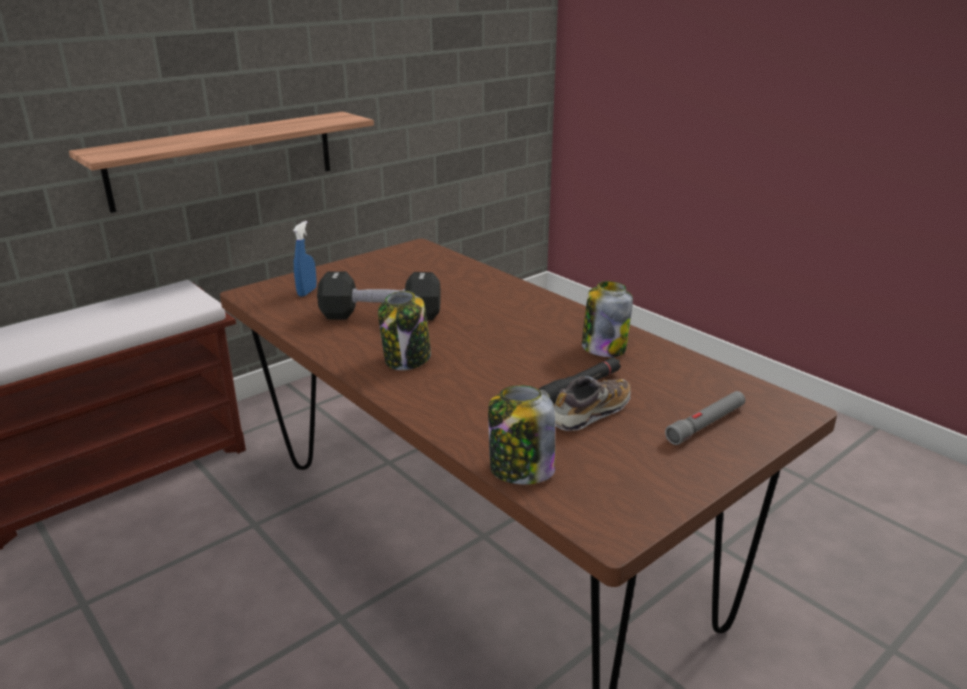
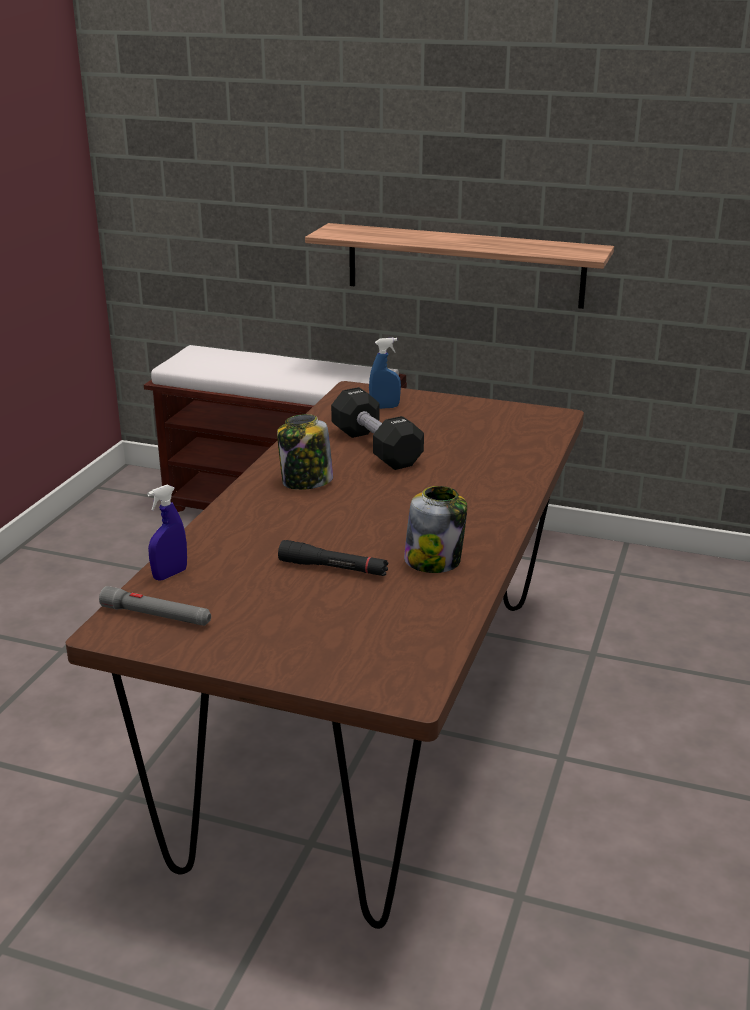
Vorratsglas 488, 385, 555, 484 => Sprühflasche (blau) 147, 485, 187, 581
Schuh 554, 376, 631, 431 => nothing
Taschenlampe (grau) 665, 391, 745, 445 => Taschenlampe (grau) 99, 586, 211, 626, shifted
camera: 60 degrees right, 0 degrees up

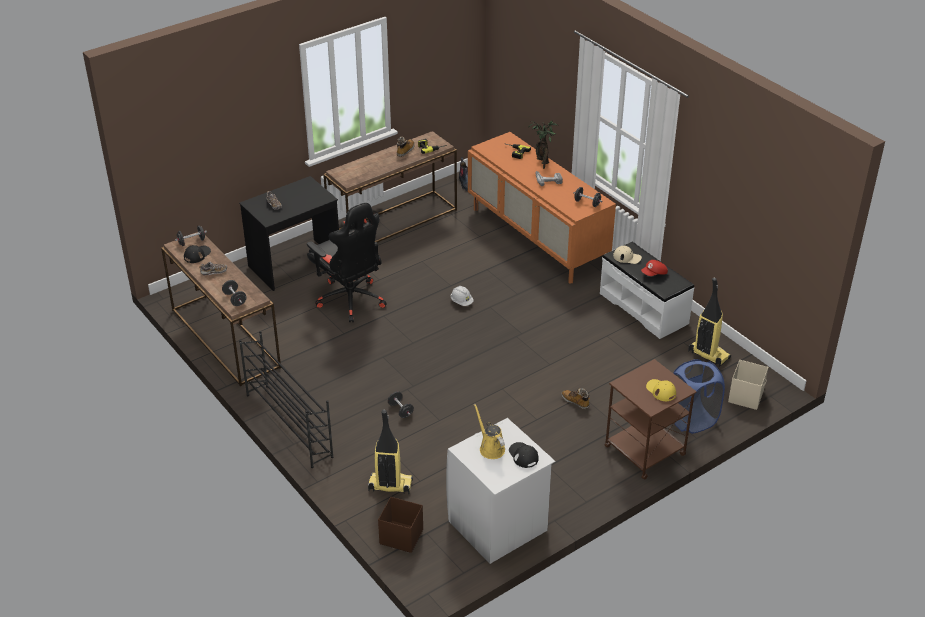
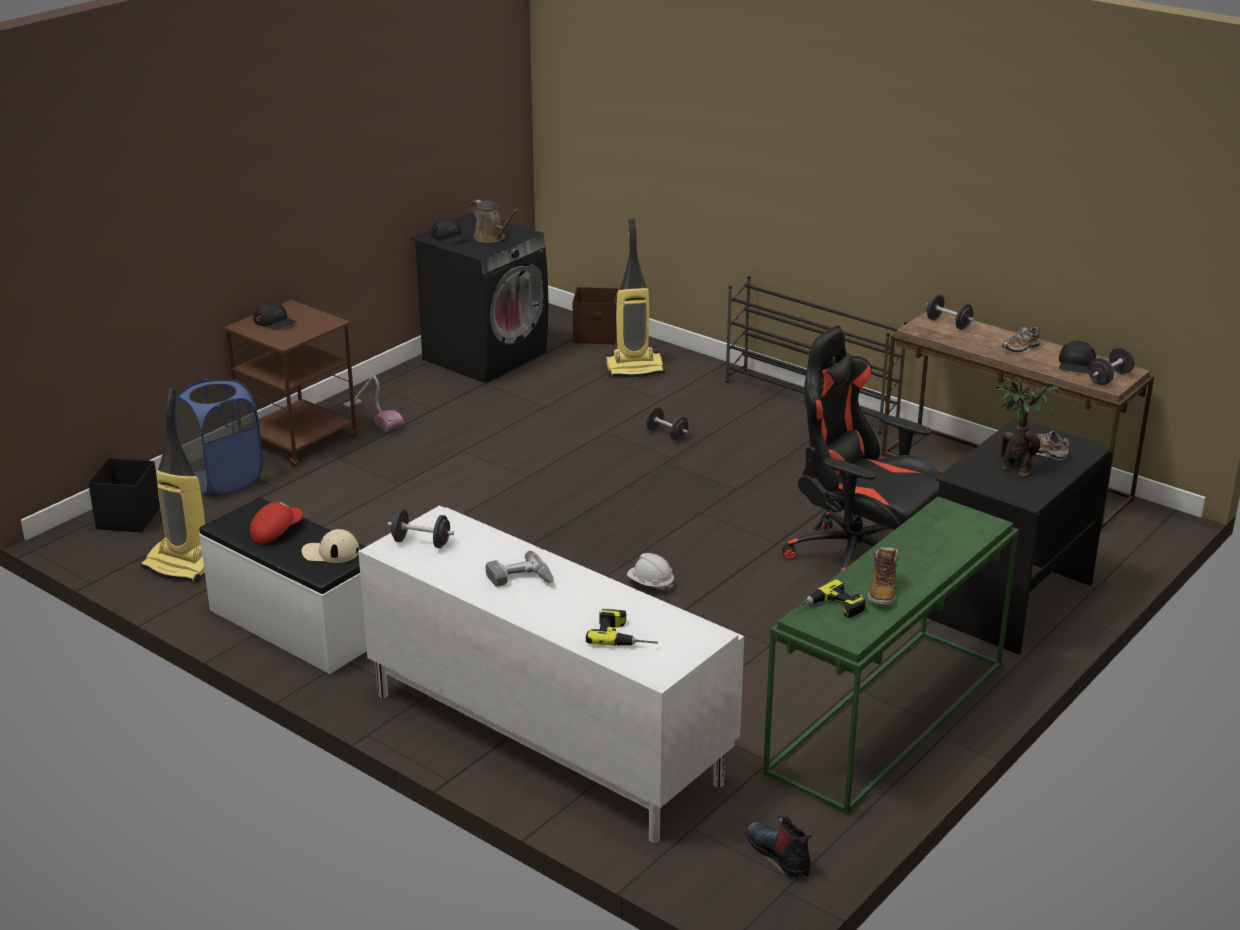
Konsolentisch (braun) 323, 131, 457, 243 => Konsolentisch (grün) 763, 497, 1019, 815
Waschmaschine (weiß) 446, 418, 555, 564 => Waschmaschine (schwarz) 410, 213, 548, 383
Schrank (orange) 468, 132, 616, 283 => Schrank (weiß) 359, 505, 744, 843
Gießkanne (gelb) 474, 404, 505, 459 => Gießkanne (braun) 471, 200, 519, 243
Topfpflanze 529, 121, 558, 169 => Topfpflanze 994, 377, 1059, 477, shifted
Stiefel 561, 388, 590, 409 => nothing
Kappe (gelb) 646, 379, 676, 401 => Kappe (schwarz) 253, 301, 297, 330
Aufbewahrungsbox (beige) 728, 360, 768, 410 => Aufbewahrungsbox (schwarz) 88, 458, 160, 532
nothing => Staubsauger 343, 375, 404, 432
camera: 165 degrees right, 10 degrees down

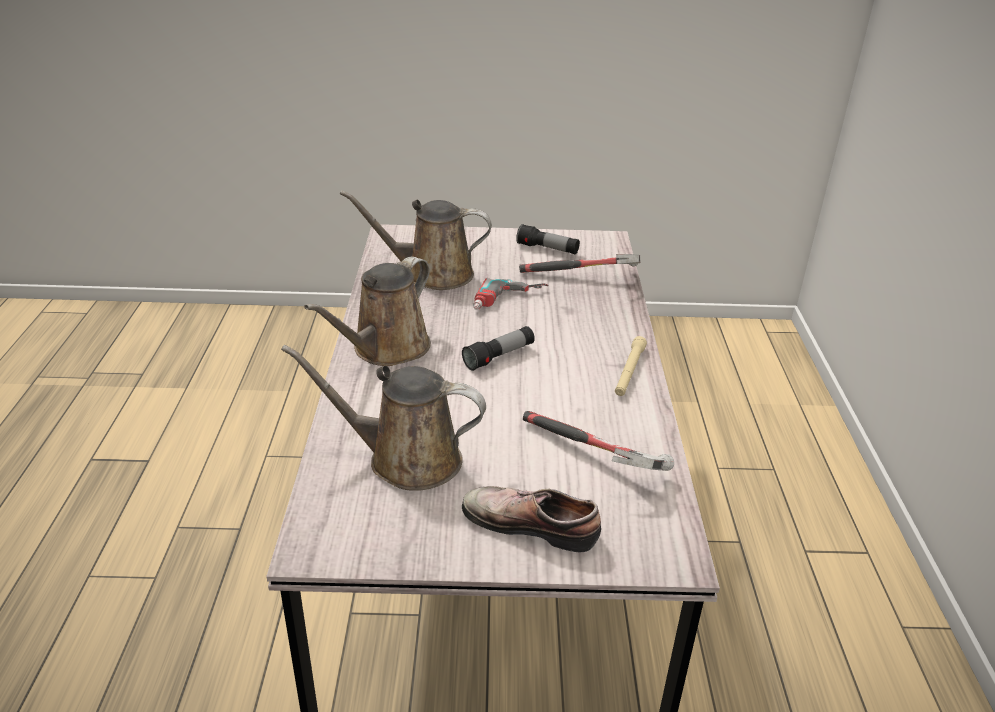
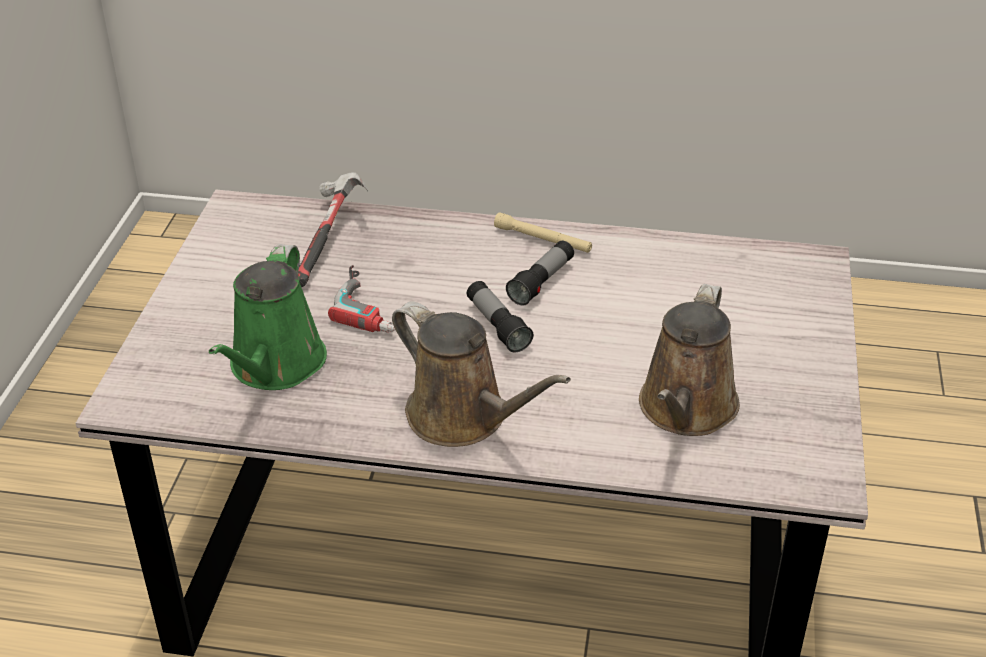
Gießkanne (braun) 340, 190, 492, 290 => Gießkanne (grün) 209, 244, 327, 390
Schuh 462, 486, 601, 552 => nothing
Taschenlampe 516, 224, 580, 254 => Taschenlampe 506, 241, 574, 306, shifted
Hammer 523, 411, 674, 471 => nothing
camera: 80 degrees left, 5 degrees up

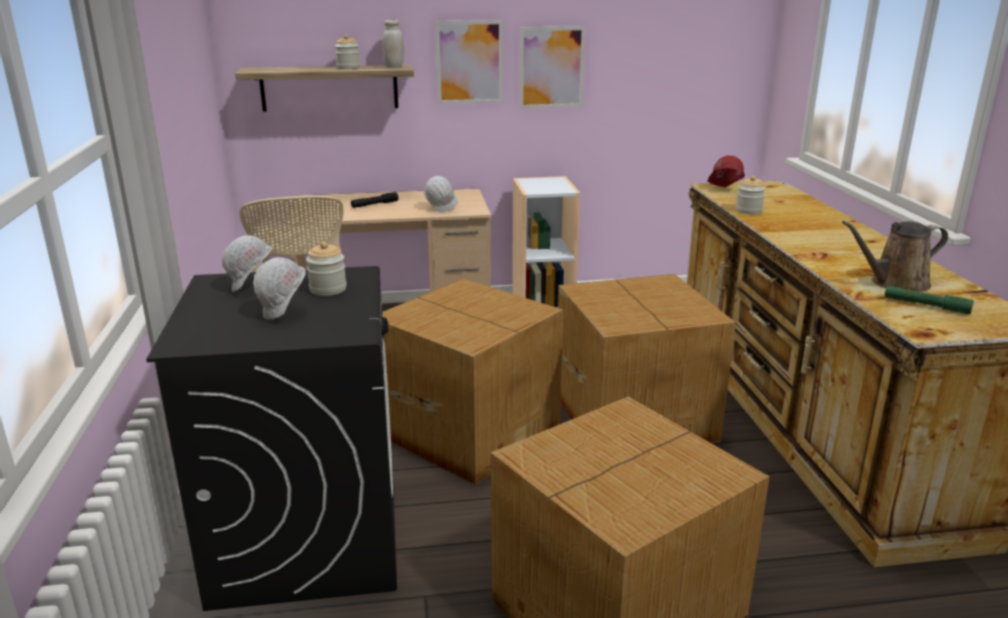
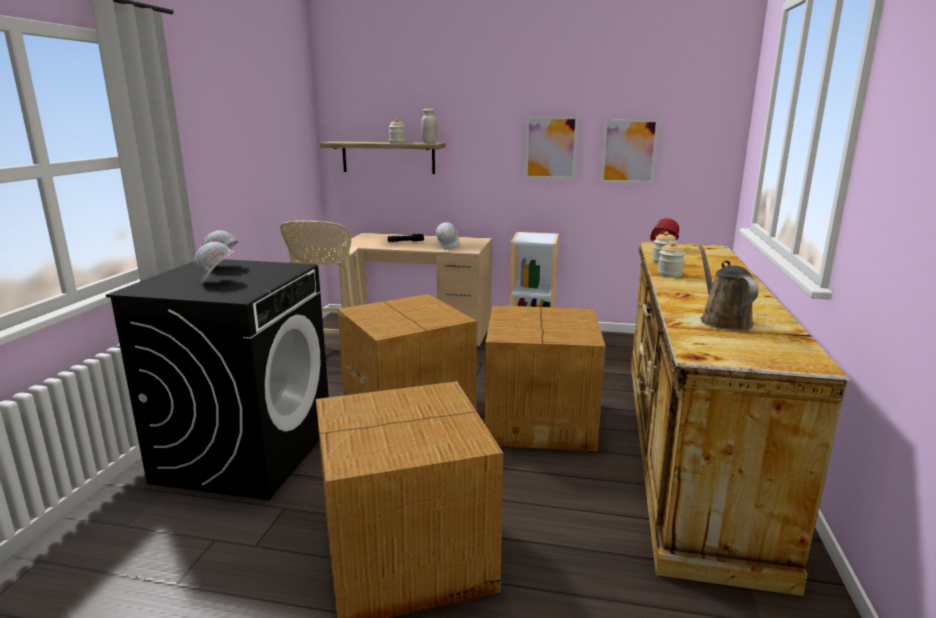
Vorratsglas 306, 242, 347, 296 => Vorratsglas 657, 242, 685, 277, shifted
Bild 435, 20, 503, 104 => Bild 601, 119, 659, 184, shifted
Gießkanne (braun) 842, 221, 948, 292 => Gießkanne (braun) 698, 244, 759, 331, 75 degrees clockwise
Taschenlampe (grün) 885, 286, 974, 314 => nothing
camera: 20 degrees right, 5 degrees down

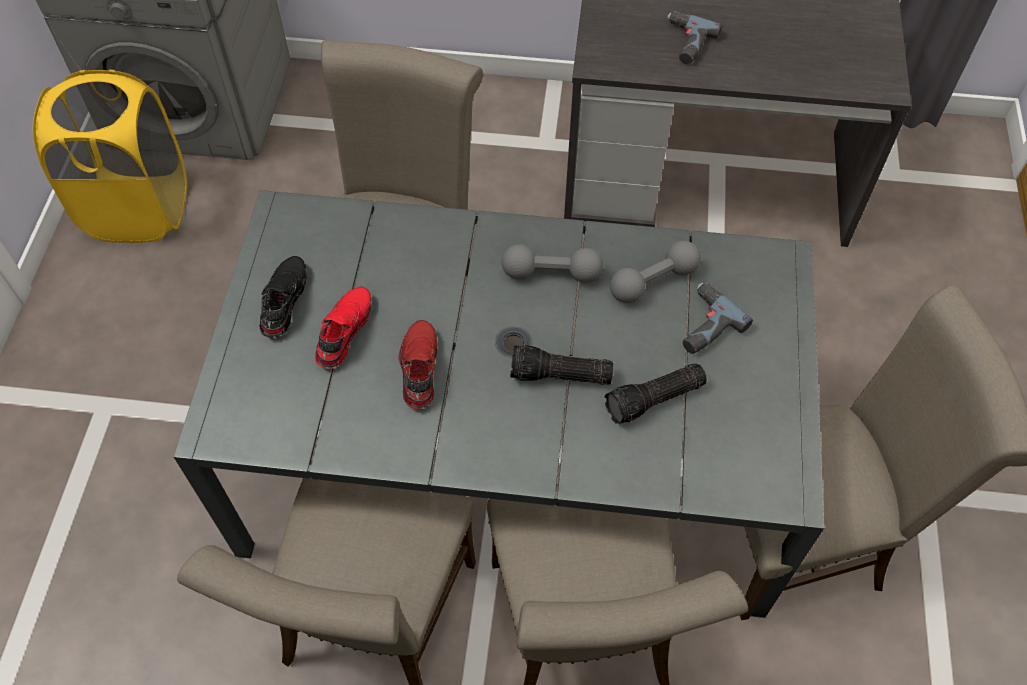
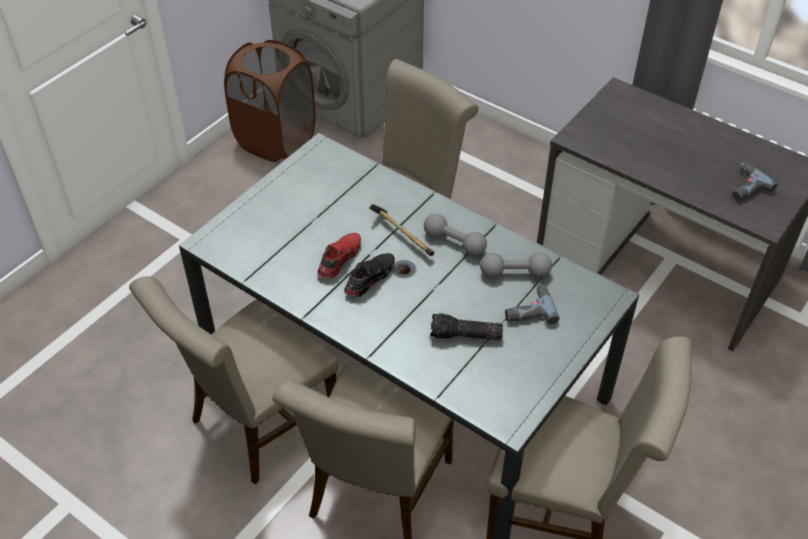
Wäschekorb (gelb) 33, 69, 187, 243 => Wäschekorb (braun) 224, 40, 316, 162
Schuh (schwarz) 260, 256, 307, 338 => Schuh (schwarz) 344, 253, 395, 298, shifted
Schuh (rot) 315, 286, 372, 369 => nothing
Taschenlampe 510, 345, 614, 385 => nothing
Bohrmaschine 667, 11, 722, 64 => Bohrmaschine 732, 163, 778, 201, shifted
nothing => Hammer 369, 204, 434, 256
camera: 30 degrees right, 10 degrees down

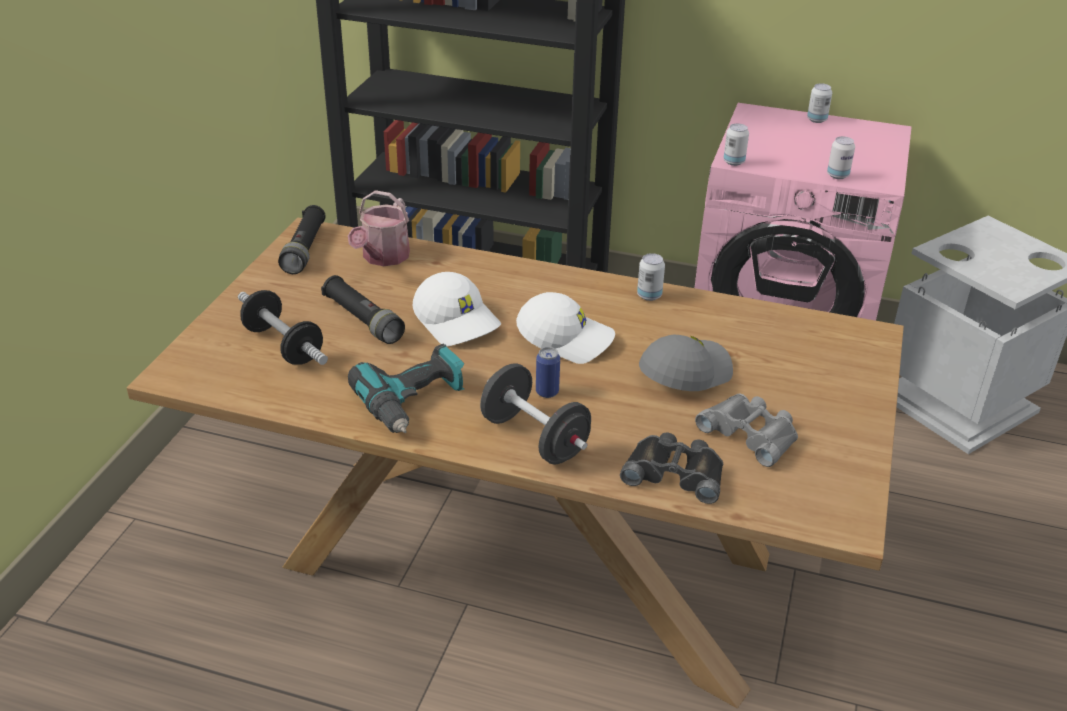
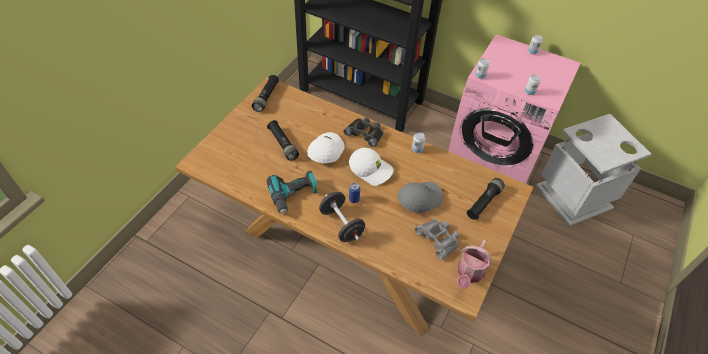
Hantel 238, 290, 328, 365 => nothing
Gießkanne 348, 190, 410, 266 => Gießkanne 457, 240, 492, 289, shifted
Kappe (weiß) 413, 272, 501, 346 => Kappe (weiß) 307, 132, 345, 163, 135 degrees counterclockwise
Fernglas (schwarz) 620, 432, 723, 504 => Fernglas (schwarz) 343, 118, 383, 147, shifted
nothing => Taschenlampe (schwarz) 467, 178, 505, 220
camera: 10 degrees right, 15 degrees up

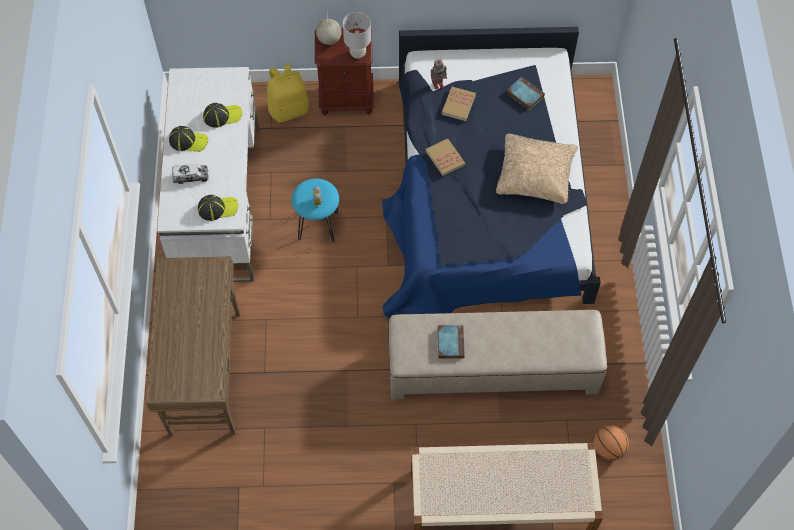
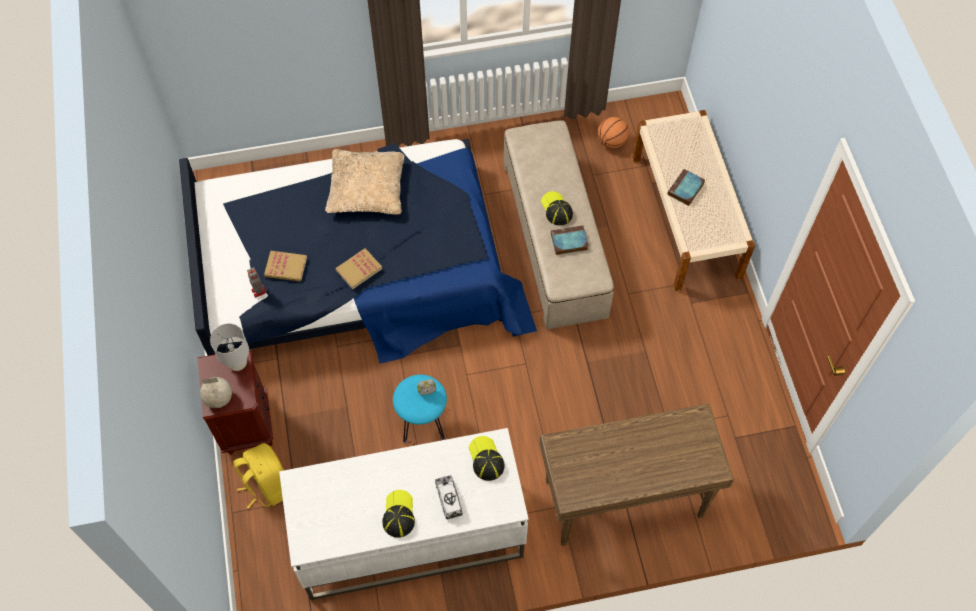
Kappe 203, 103, 242, 128 => Kappe 541, 191, 573, 225, shifted
Buch 506, 77, 545, 110 => Buch 667, 169, 705, 206, shifted
camera: 100 degrees left, 0 degrees up

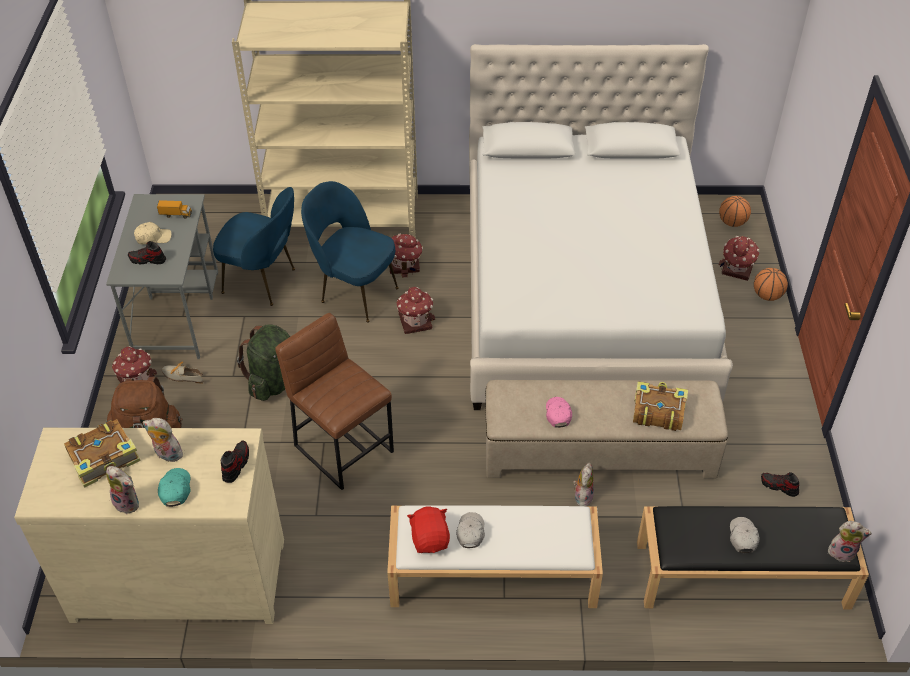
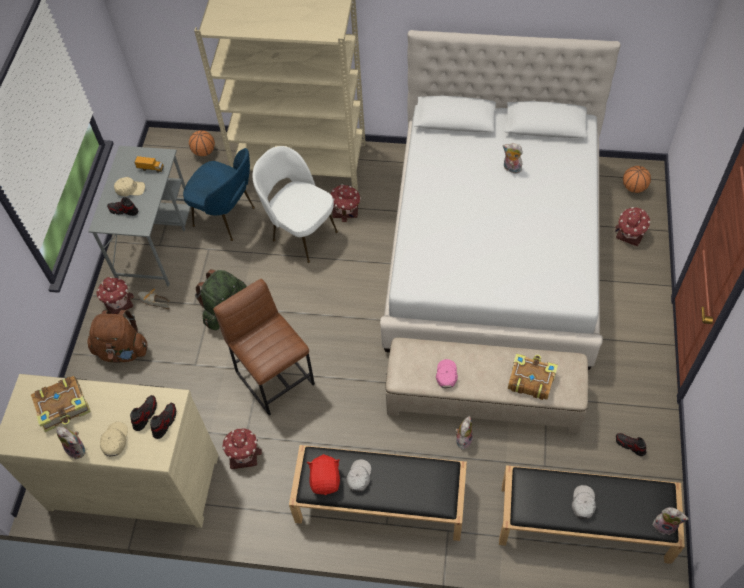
Plüschtier 143, 418, 183, 462 => Plüschtier 503, 143, 523, 174, shifted
Kappe (türkis) 158, 468, 190, 507 => Kappe (beige) 100, 422, 128, 456
Stuhl (blau) 301, 181, 399, 323 => Stuhl (weiß) 252, 146, 338, 263
Bank (weiß) 387, 505, 603, 608 => Bank (schwarz) 289, 445, 467, 541
Spielzeughaus 396, 287, 435, 334 => Spielzeughaus 222, 428, 262, 469, shifted
Basketball 754, 268, 788, 301 => Basketball 189, 130, 215, 156, shifted
nothing => Schuh 130, 395, 157, 431
camera: 10 degrees right, 10 degrees up

